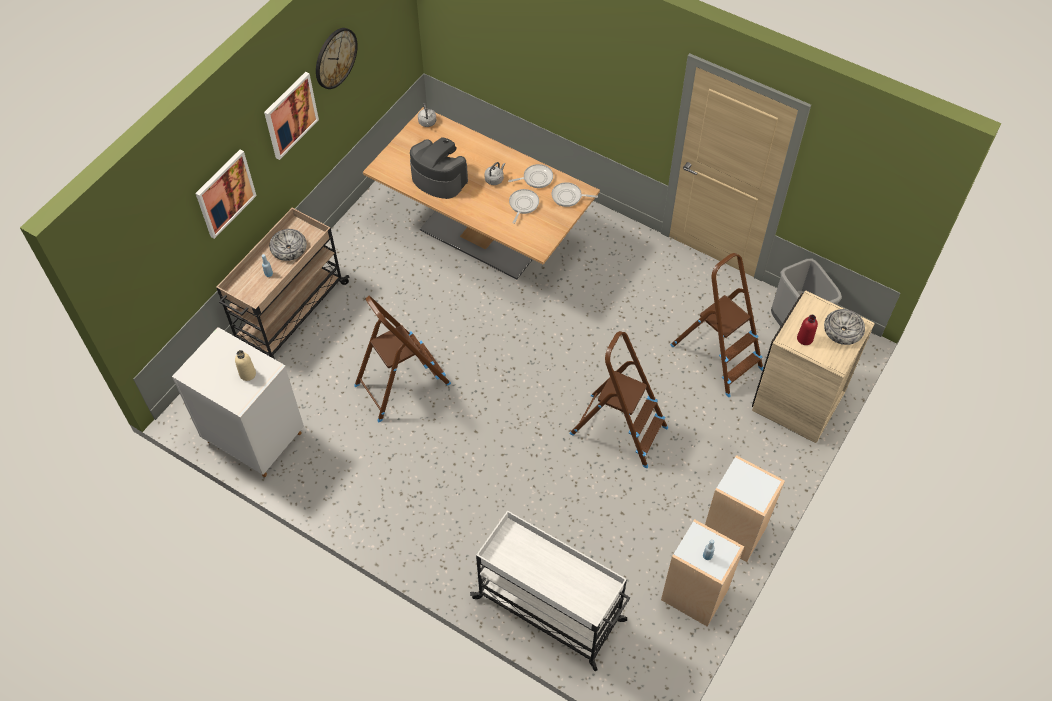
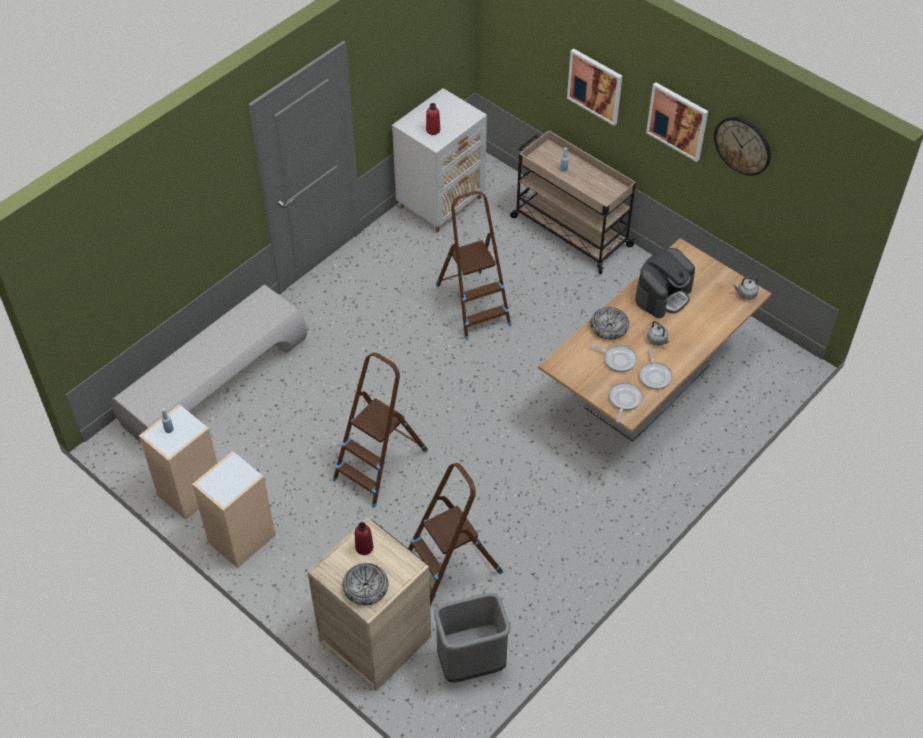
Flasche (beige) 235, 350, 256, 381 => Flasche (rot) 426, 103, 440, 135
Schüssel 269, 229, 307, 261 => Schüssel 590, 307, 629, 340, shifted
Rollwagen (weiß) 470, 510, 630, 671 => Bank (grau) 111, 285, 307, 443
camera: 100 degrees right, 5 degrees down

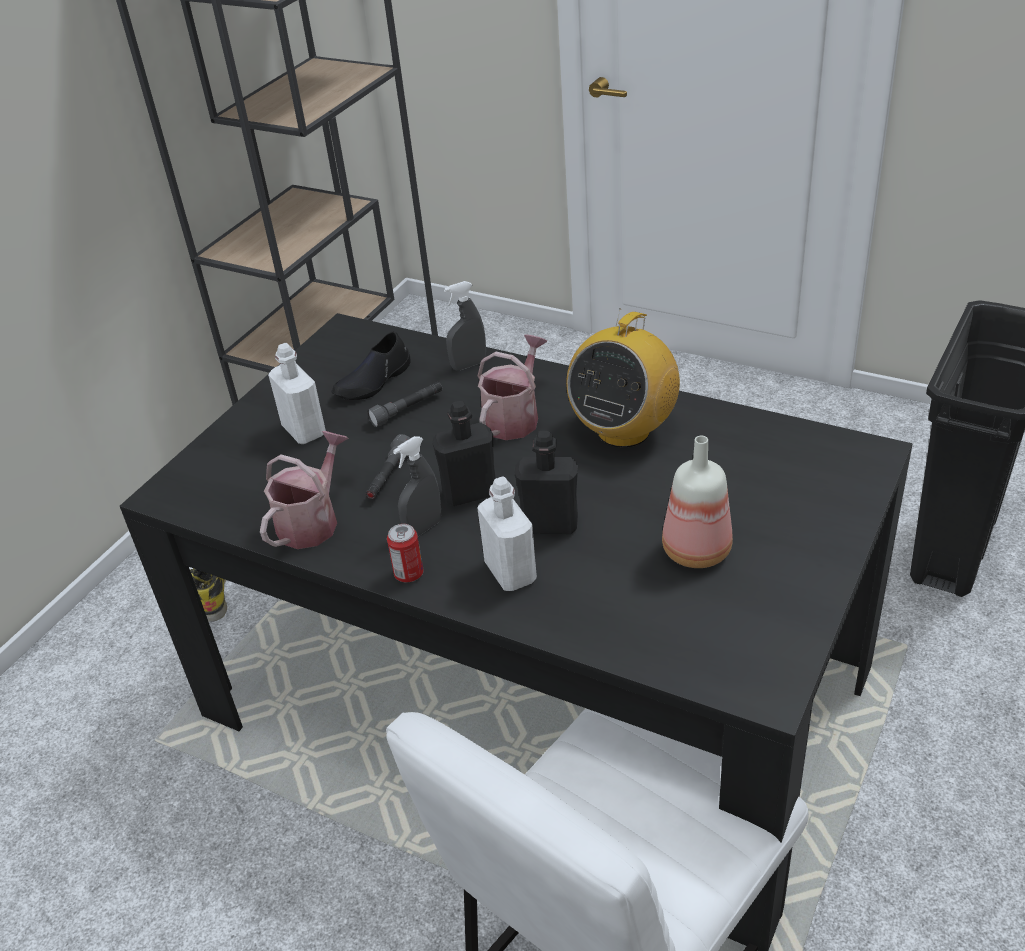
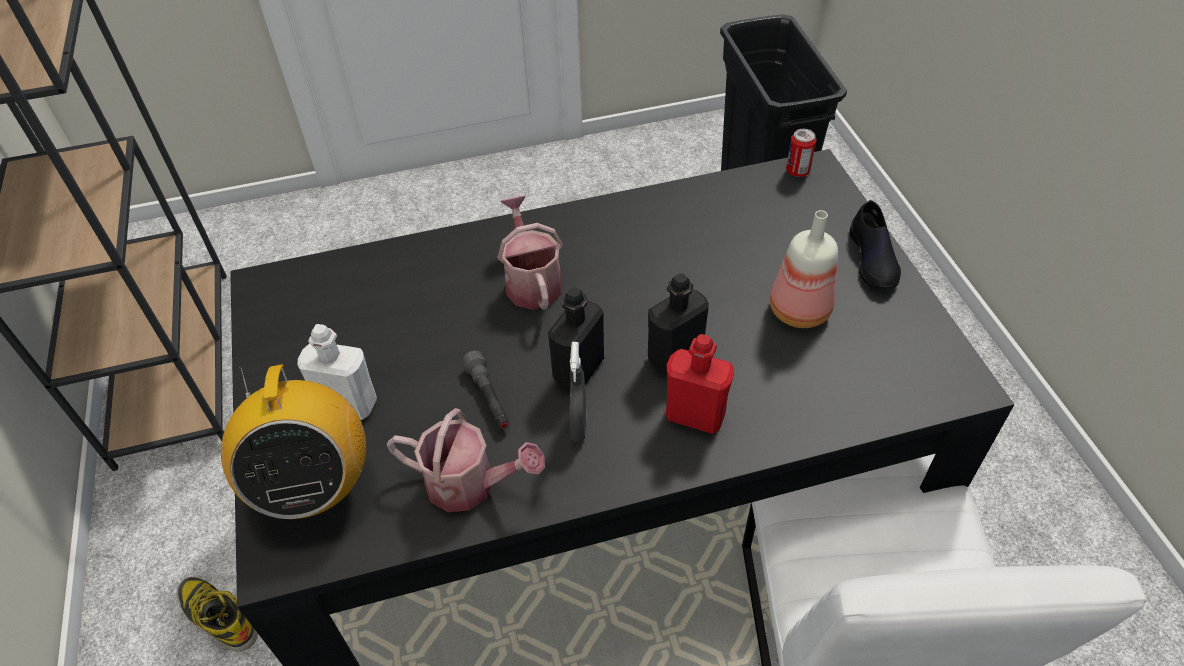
Gießkanne 260, 431, 348, 549 => Gießkanne 387, 408, 545, 512, 120 degrees clockwise
Schuh (schwarz) 331, 331, 411, 400 => Schuh (schwarz) 850, 200, 901, 288, shifted
Taschenlampe (grau) 367, 382, 442, 427 => nothing
Dose 387, 524, 424, 582 => Dose 786, 129, 816, 177, shifted
Sprühflasche (grau) 444, 281, 486, 370 => nothing
Flasche (weiß) 477, 476, 537, 591 => Flasche (rot) 666, 334, 734, 434
Radio 566, 308, 680, 448 => Radio 221, 364, 366, 519, shifted
camera: 45 degrees left, 10 degrees up

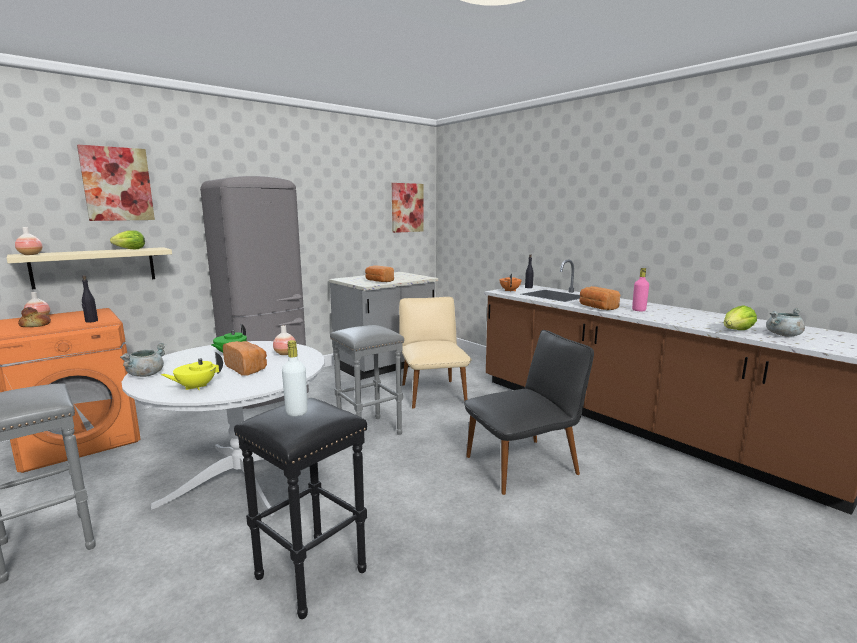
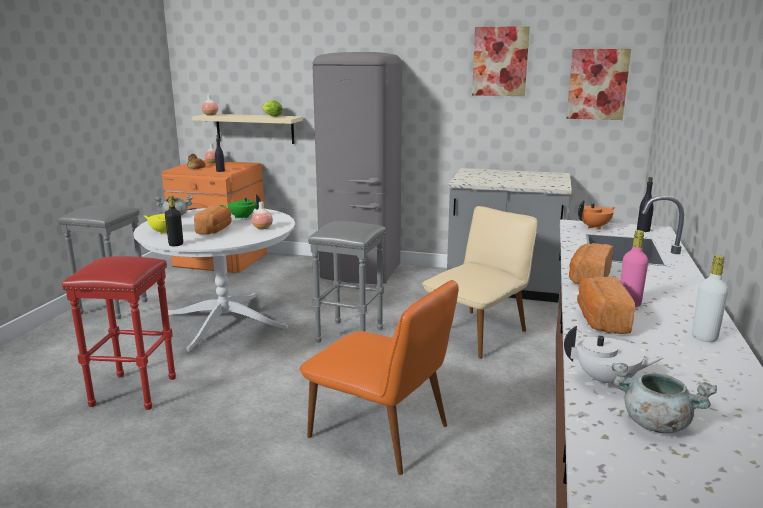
Bild 77, 144, 155, 221 => Bild 472, 26, 530, 96, shifted
Hocker (schwarz) 234, 398, 367, 619 => Hocker (rot) 62, 256, 176, 410
Flasche (weiß) 282, 340, 308, 417 => Flasche (weiß) 692, 255, 728, 342, shifted
Brot 365, 265, 394, 282 => Brot 577, 276, 635, 334, shifted
Stuhl (schwarz) 464, 330, 594, 495 => Stuhl (orange) 299, 280, 459, 475
Salatkopf 724, 305, 757, 330 => Teekanne (weiß) 564, 326, 663, 389
nothing => Flasche (schwarz) 165, 196, 183, 246
camera: 55 degrees right, 5 degrees up

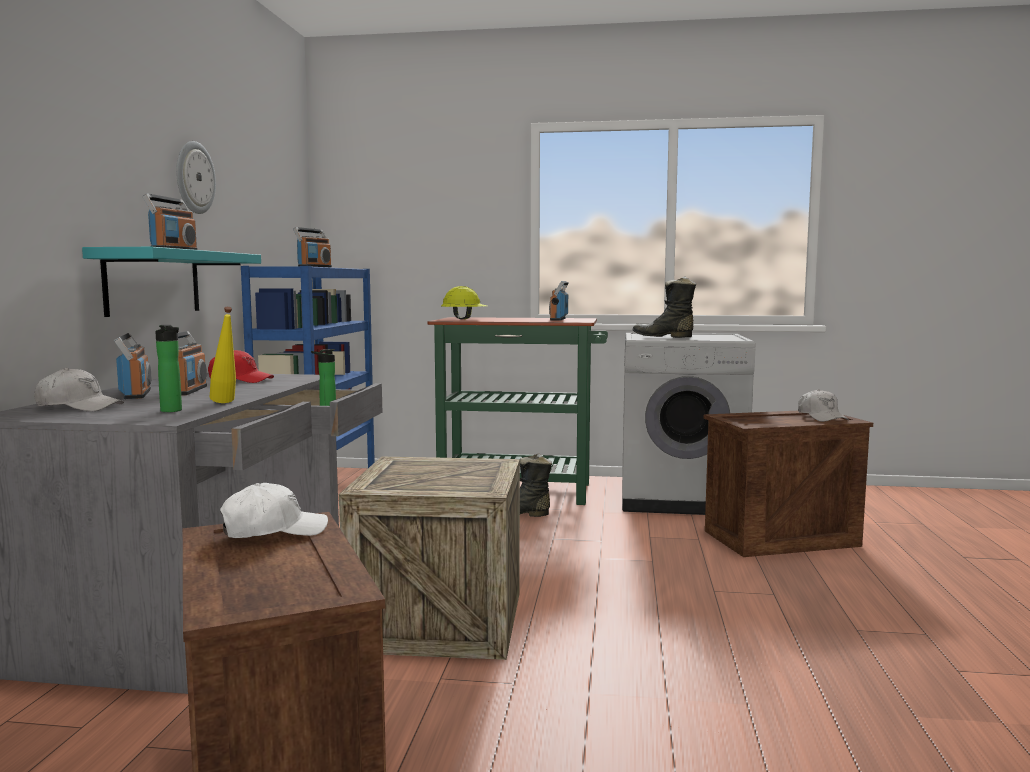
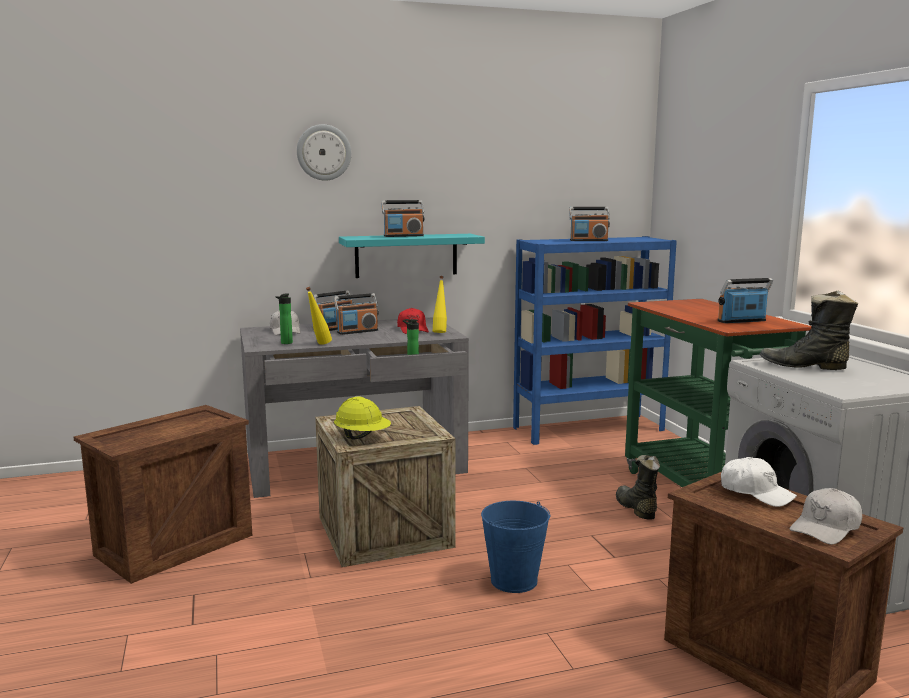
Wanduhr 176, 141, 216, 214 => Wanduhr 297, 124, 351, 181, shifted
Kappe (weiß) 220, 483, 328, 538 => Kappe (weiß) 721, 457, 797, 507, shifted
Schutzhelm (gelb) 441, 286, 487, 319 => Schutzhelm (gelb) 334, 397, 391, 440, shifted
Stiefel (schwarz) 632, 276, 696, 338 => Stiefel (schwarz) 759, 290, 858, 370, 75 degrees counterclockwise
nothing => Flasche (gelb) 433, 276, 447, 333
nothing => Eimer (blau) 481, 501, 550, 593
camera: 65 degrees right, 5 degrees up

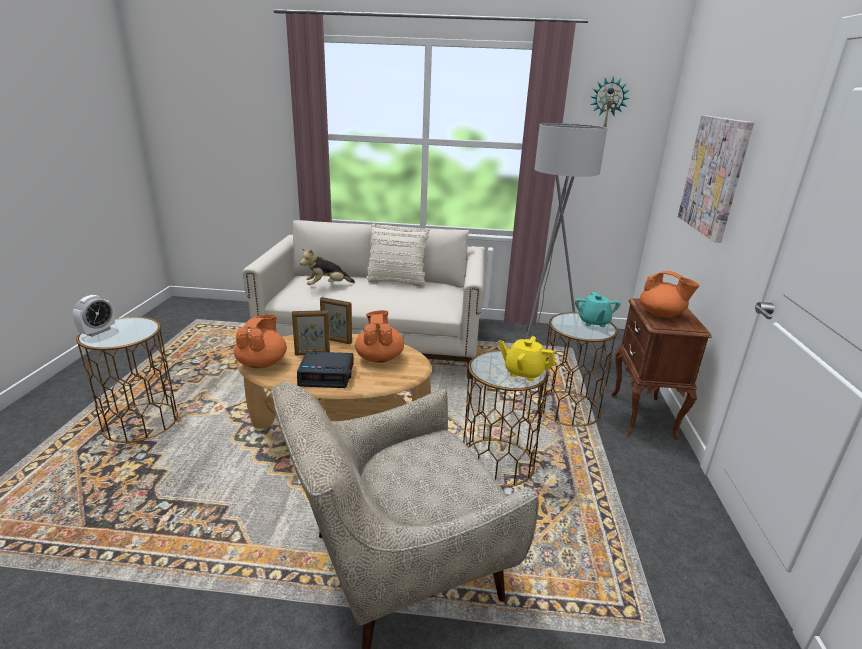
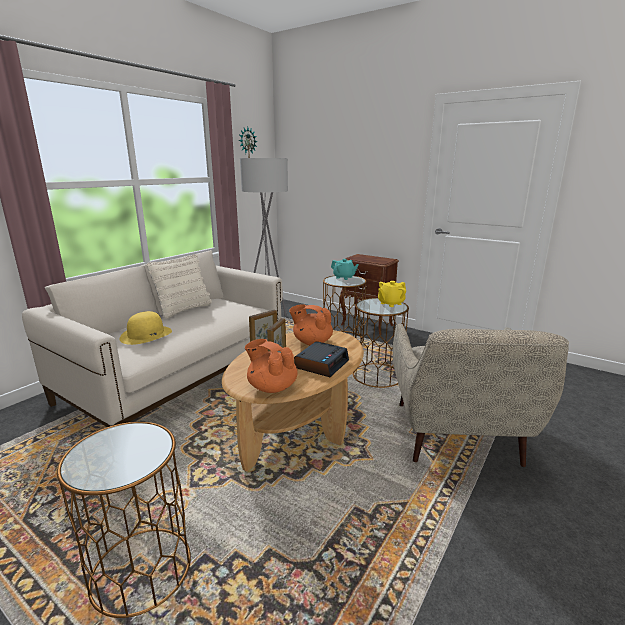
Wecker 72, 295, 115, 337 => nothing
Plüschtier 300, 248, 355, 285 => Hut (gelb) 119, 311, 172, 345
Teekanne (orange) 640, 271, 699, 318 => nothing
Bild 678, 115, 754, 243 => nothing
camera: 60 degrees left, 5 degrees down

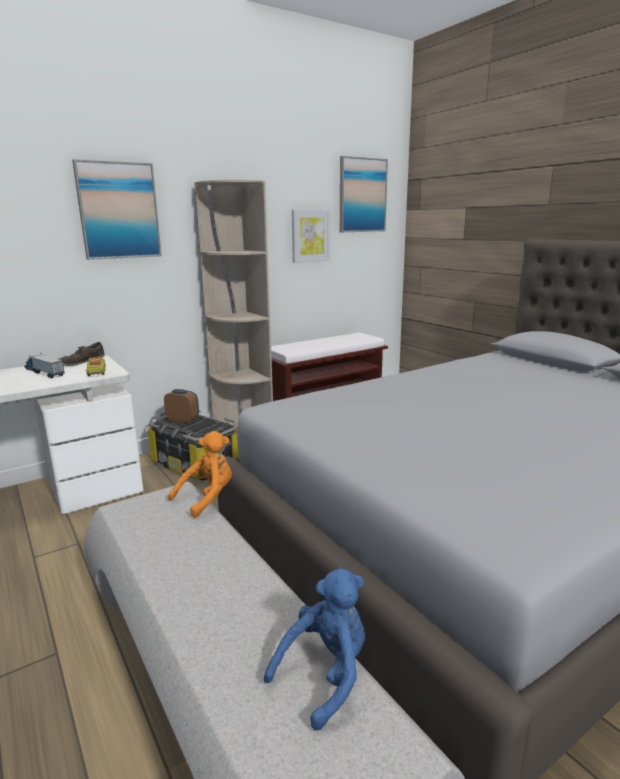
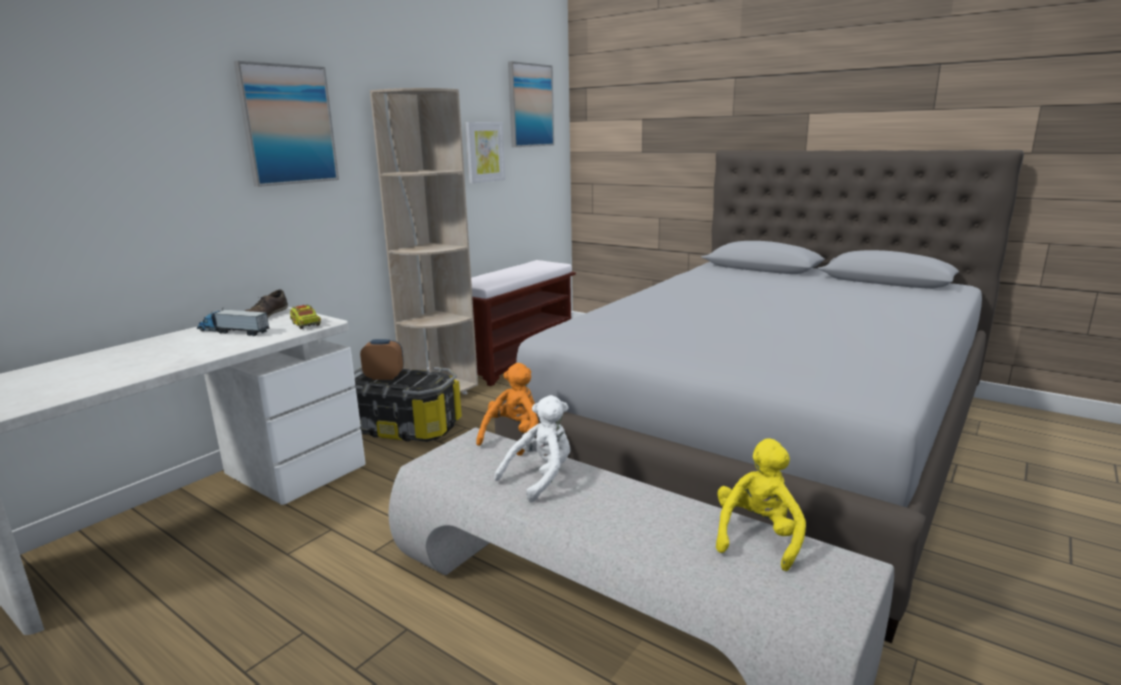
Plüschtier (blau) 264, 568, 365, 731 => Plüschtier (gelb) 716, 438, 806, 571
nothing => Plüschtier (weiß) 494, 395, 570, 503
camera: 20 degrees left, 0 degrees up

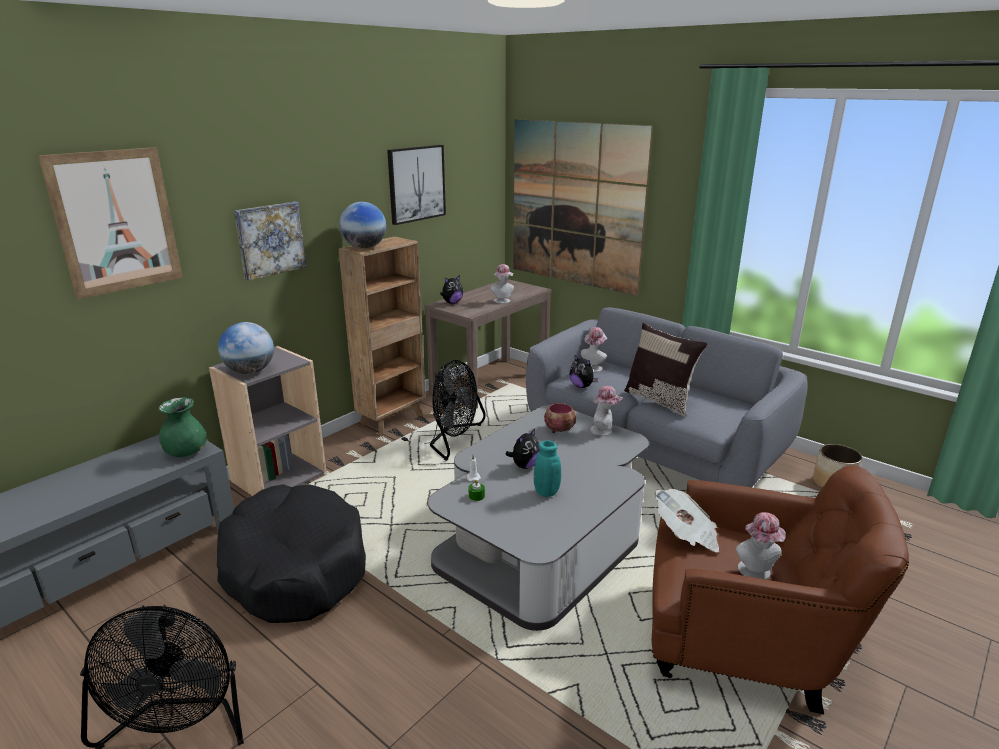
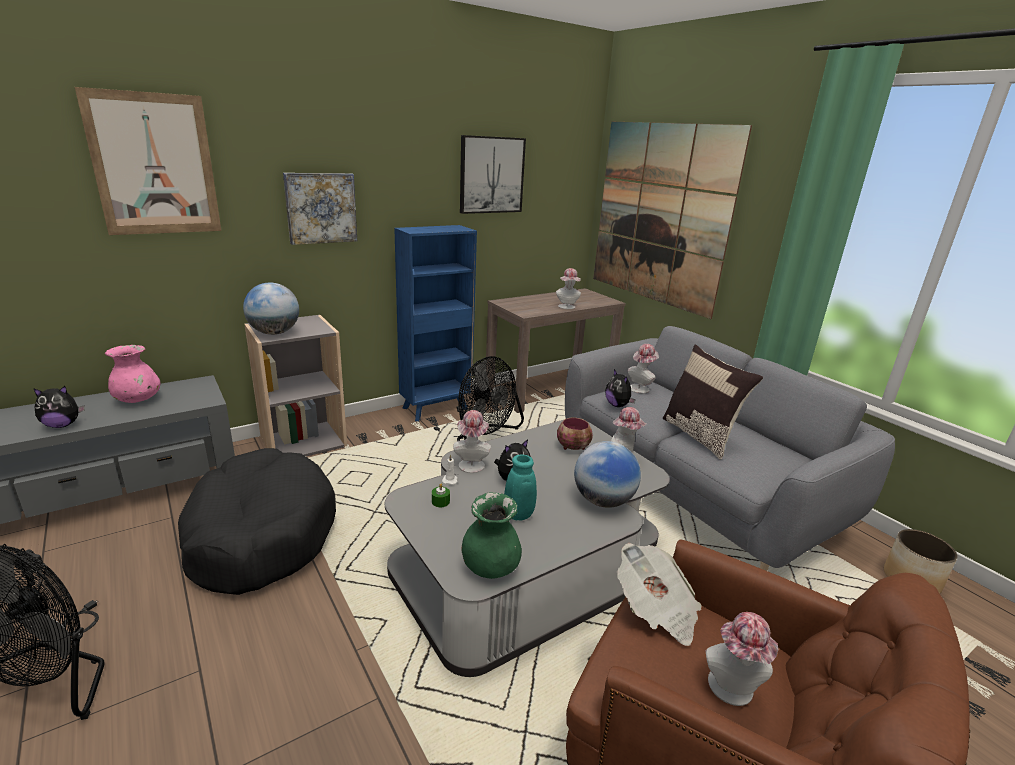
Vase (grün) 159, 397, 207, 457 => Vase (grün) 461, 492, 522, 579, shifted
Globus 339, 202, 386, 249 => Globus 574, 441, 641, 508, shifted
Bücherregal (braun) 339, 236, 426, 436 => Bücherregal (blau) 394, 225, 477, 422
Plüschtier 440, 275, 463, 304 => Plüschtier 33, 386, 85, 428, shifted
nothing => Vase (rosa) 105, 345, 160, 403
nothing => Hut 453, 410, 491, 473
camera: 15 degrees right, 0 degrees up

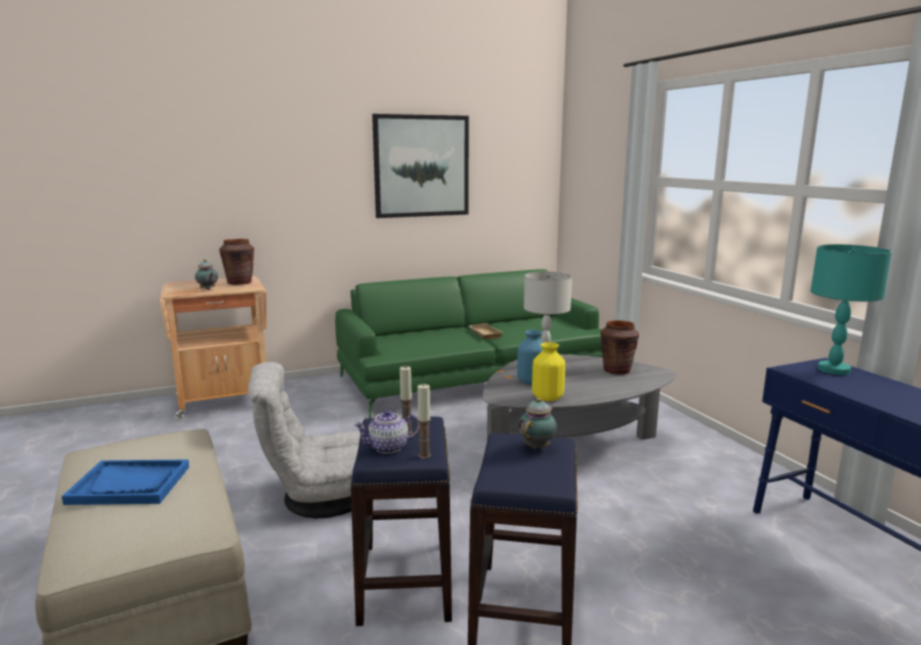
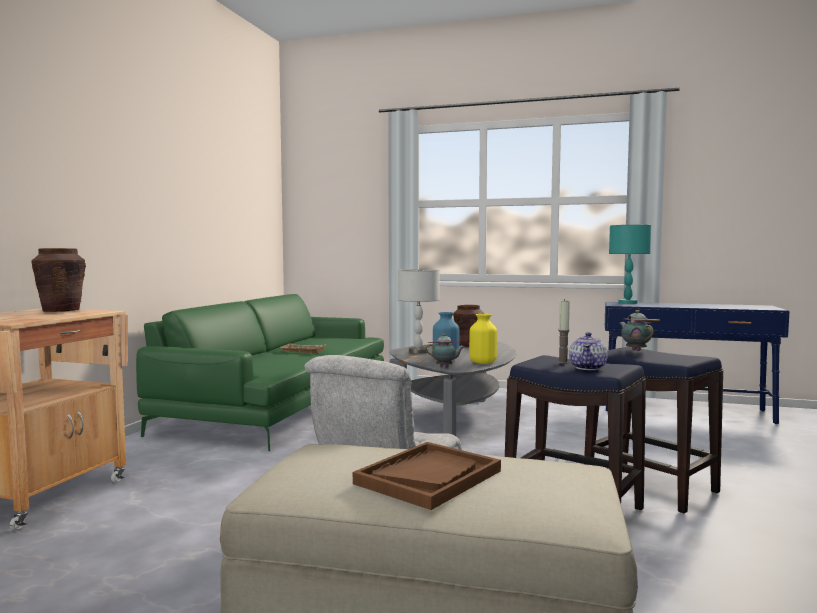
Tablett (blau) 62, 459, 189, 505 => Tablett (braun) 353, 442, 501, 510
Teekanne 195, 259, 218, 290 => Teekanne 425, 334, 464, 367, shifted
Bild 372, 114, 469, 218 => nothing
Kerze 417, 384, 431, 459 => nothing
camera: 50 degrees left, 10 degrees down

